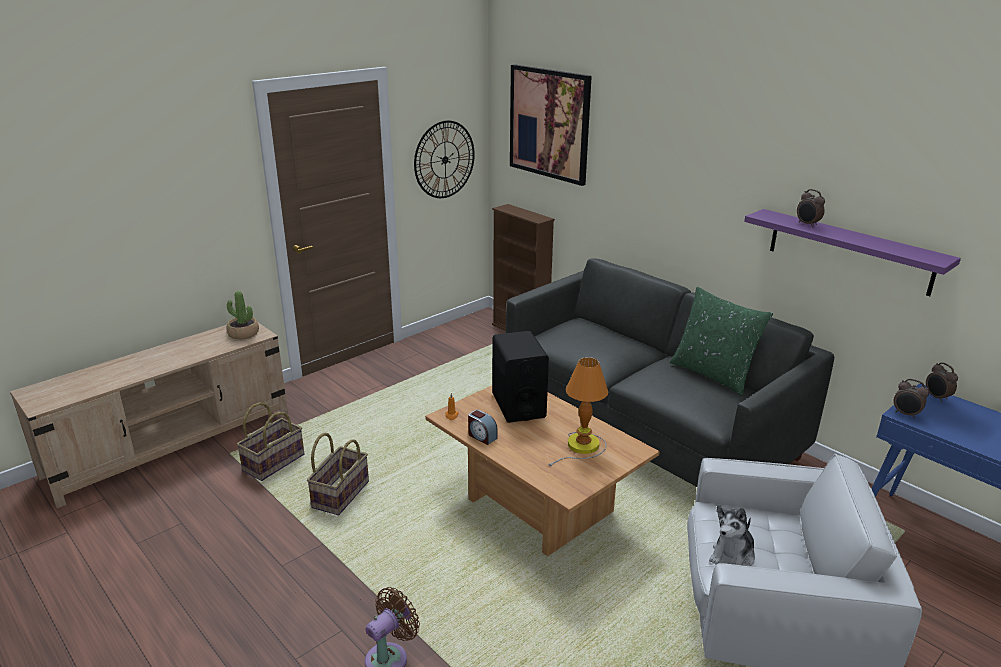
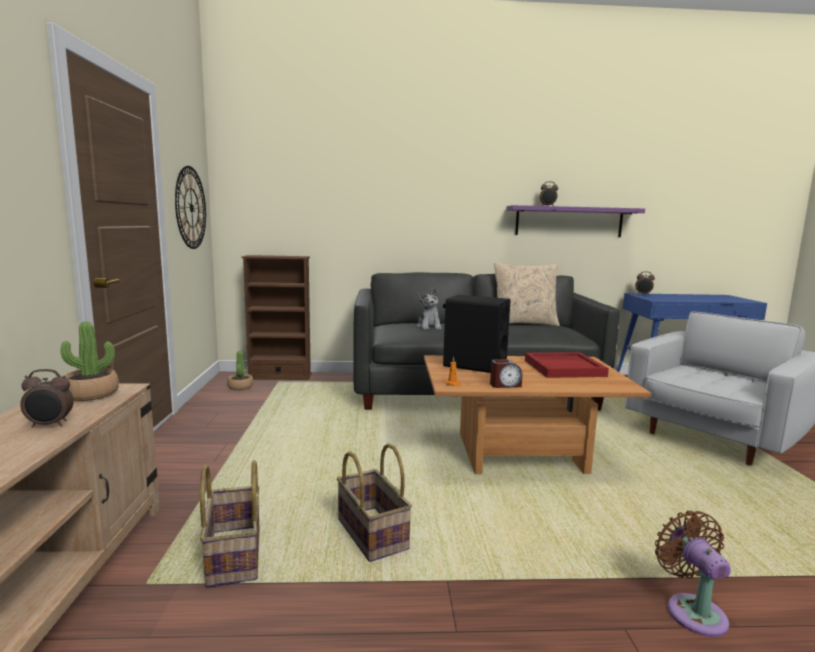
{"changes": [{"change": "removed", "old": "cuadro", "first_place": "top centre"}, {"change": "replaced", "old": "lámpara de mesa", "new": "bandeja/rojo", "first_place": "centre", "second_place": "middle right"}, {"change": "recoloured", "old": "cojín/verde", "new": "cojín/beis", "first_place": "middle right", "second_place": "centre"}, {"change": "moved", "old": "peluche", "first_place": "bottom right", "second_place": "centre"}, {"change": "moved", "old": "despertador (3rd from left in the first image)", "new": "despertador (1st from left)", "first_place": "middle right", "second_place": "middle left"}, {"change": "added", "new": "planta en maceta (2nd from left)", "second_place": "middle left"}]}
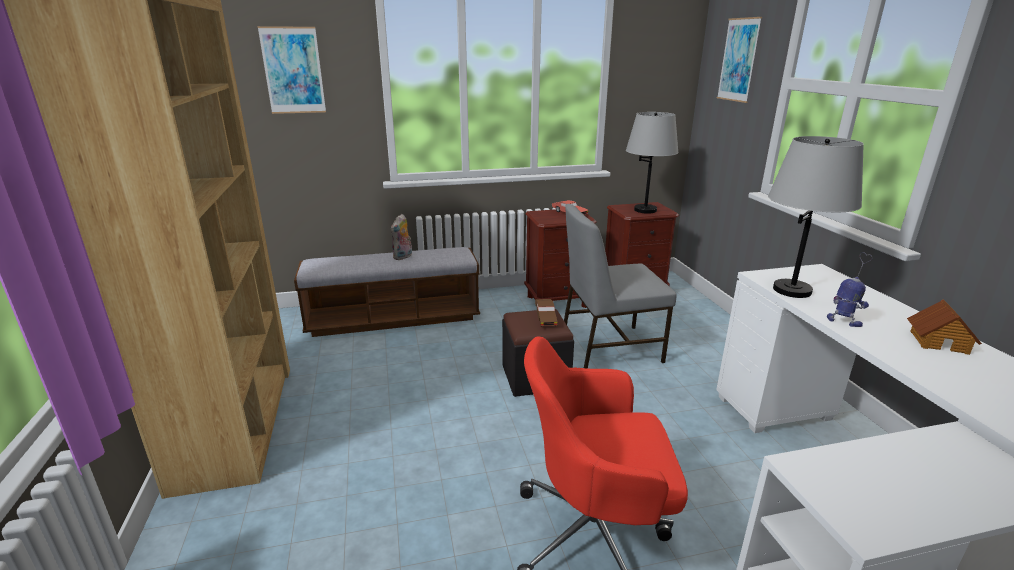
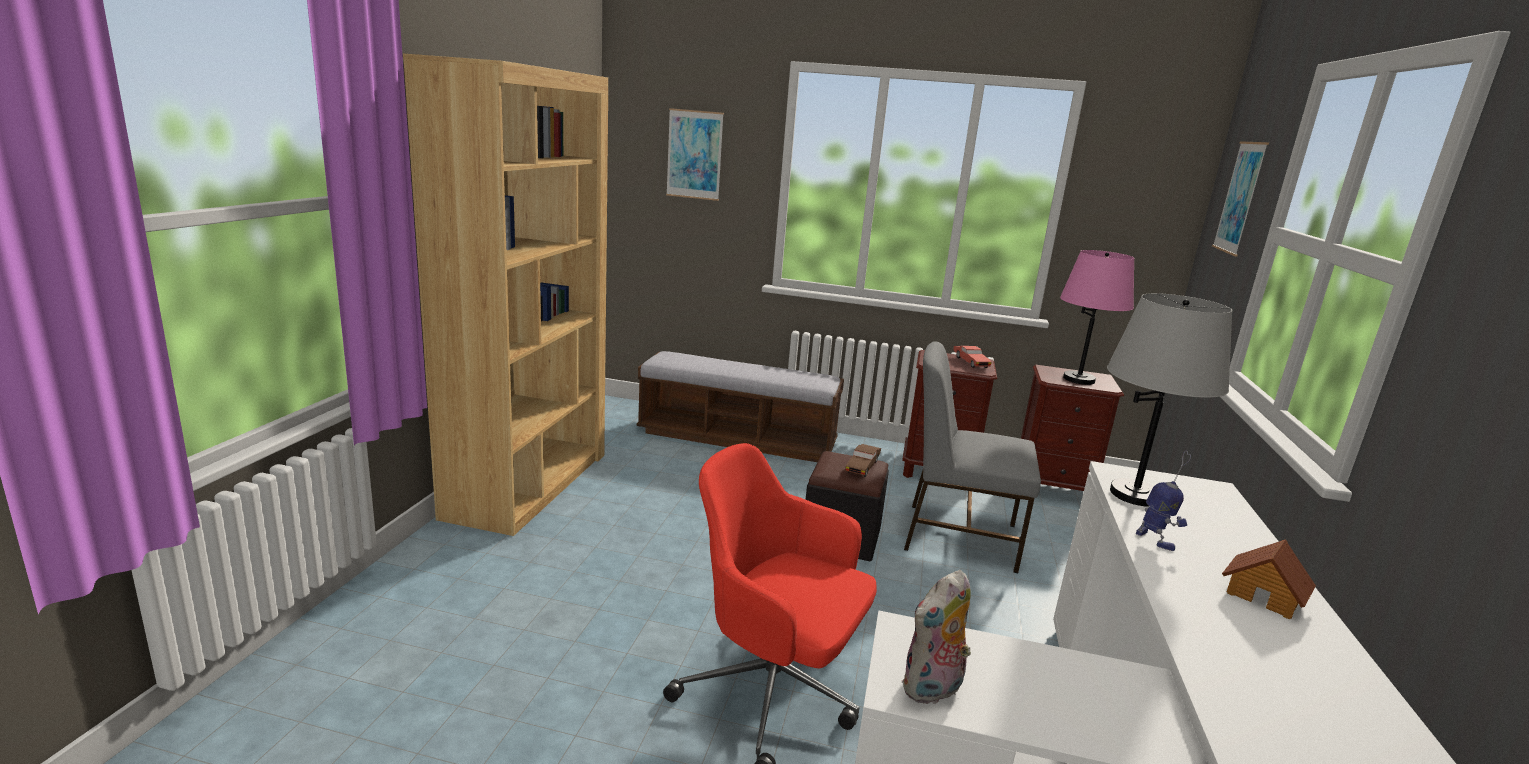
{"changes": [{"change": "moved", "old": "peluche", "first_place": "centre", "second_place": "bottom centre"}, {"change": "recoloured", "old": "lámpara de mesa/gris (1st from left)", "new": "lámpara de mesa/rosa", "first_place": "top centre", "second_place": "middle right"}]}
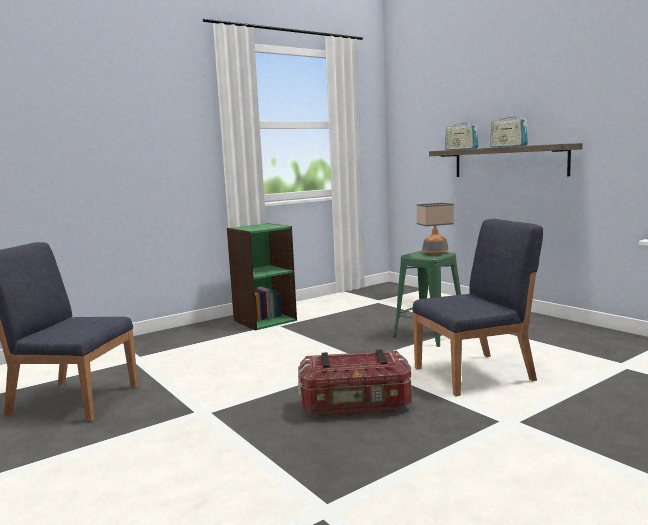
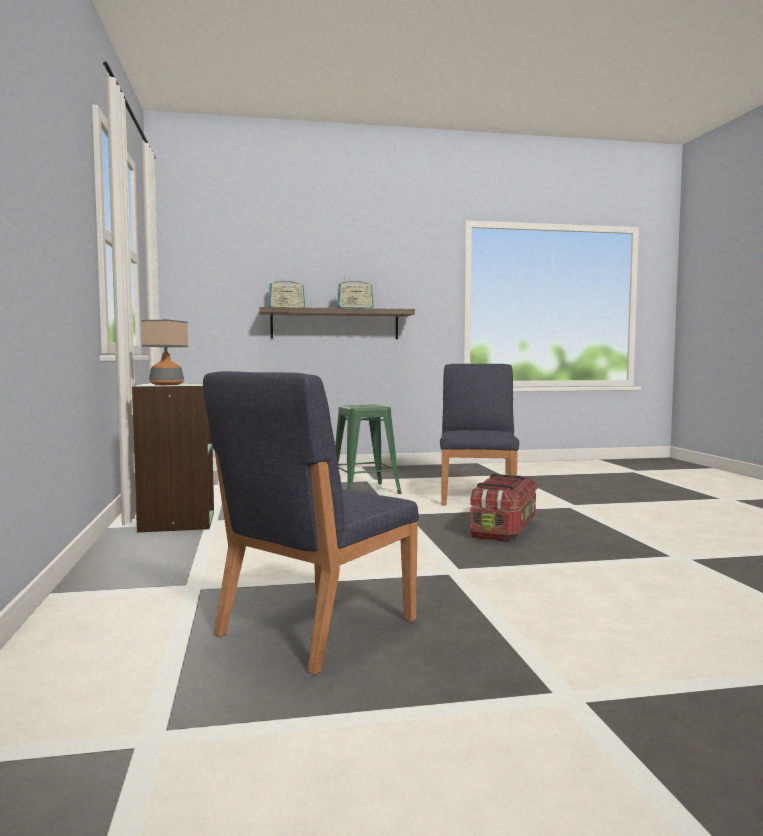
{"changes": [{"change": "moved", "old": "lámpara de mesa", "first_place": "middle right", "second_place": "middle left"}]}
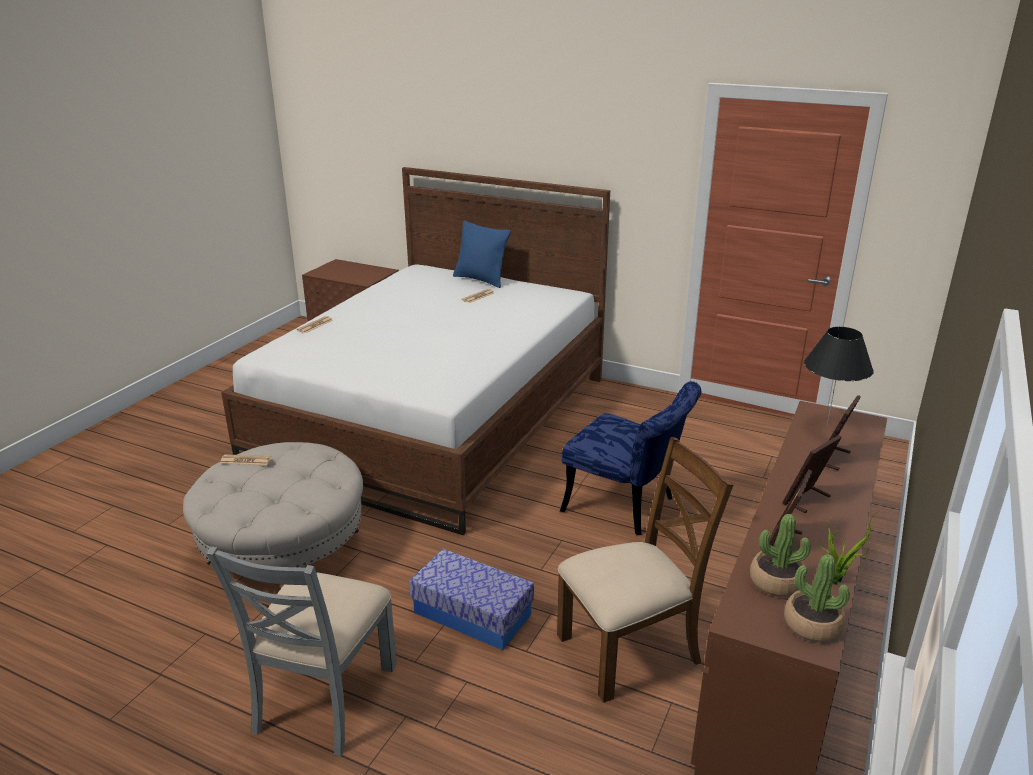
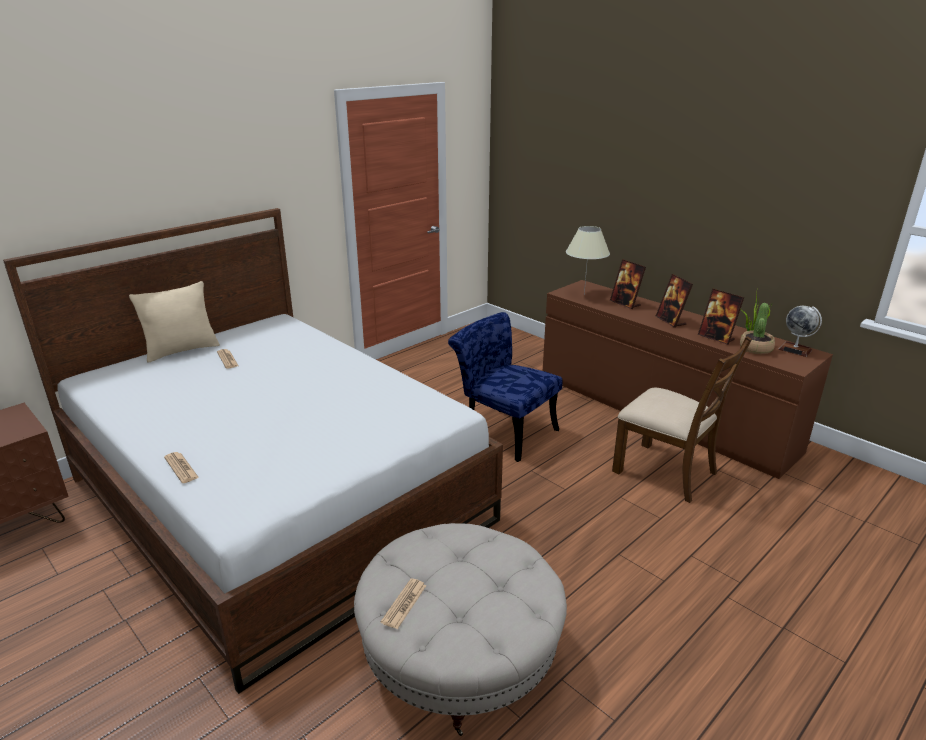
{"changes": [{"change": "removed", "old": "silla/gris", "first_place": "bottom left"}, {"change": "removed", "old": "caja de almacenaje", "first_place": "bottom centre"}, {"change": "recoloured", "old": "cojín/azul", "new": "cojín/beis", "first_place": "top centre", "second_place": "middle left"}, {"change": "turned", "old": "silla/marrón", "first_place": "bottom centre", "second_place": "middle right", "degrees": 135}, {"change": "turned", "old": "silla/azul", "first_place": "centre", "second_place": "centre", "degrees": -105}, {"change": "replaced", "old": "planta en maceta (2nd from left)", "new": "globo terráqueo", "first_place": "bottom right", "second_place": "middle right"}, {"change": "recoloured", "old": "lámpara de mesa/negro", "new": "lámpara de mesa/beis", "first_place": "middle right", "second_place": "centre"}]}
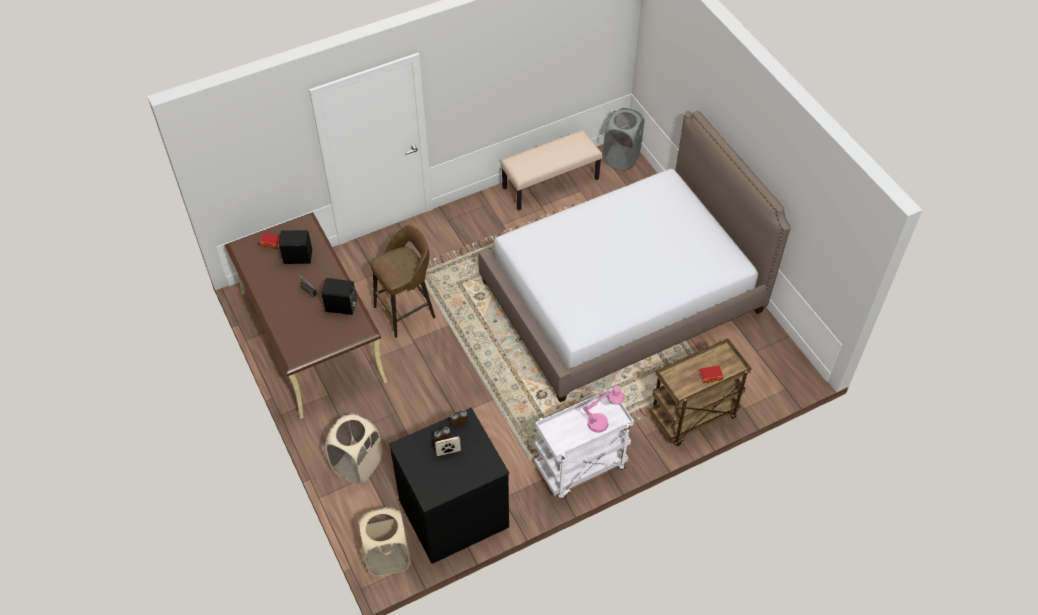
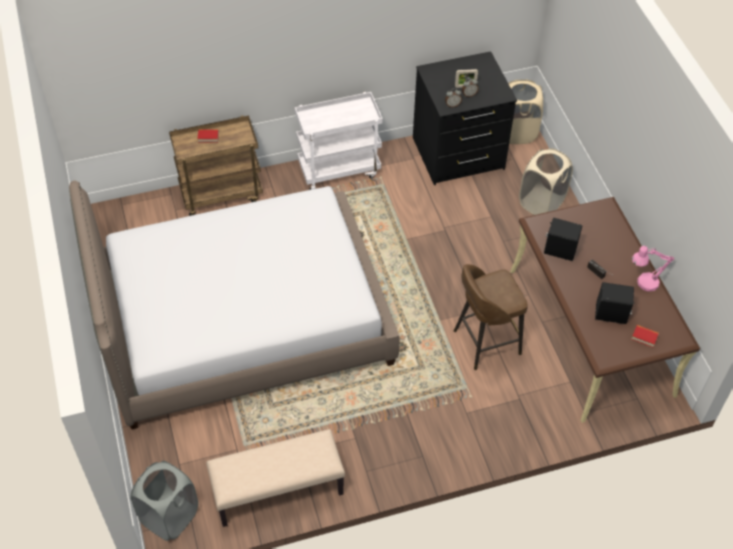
{"changes": [{"change": "moved", "old": "lámpara de mesa/rosa", "first_place": "centre", "second_place": "middle right"}]}
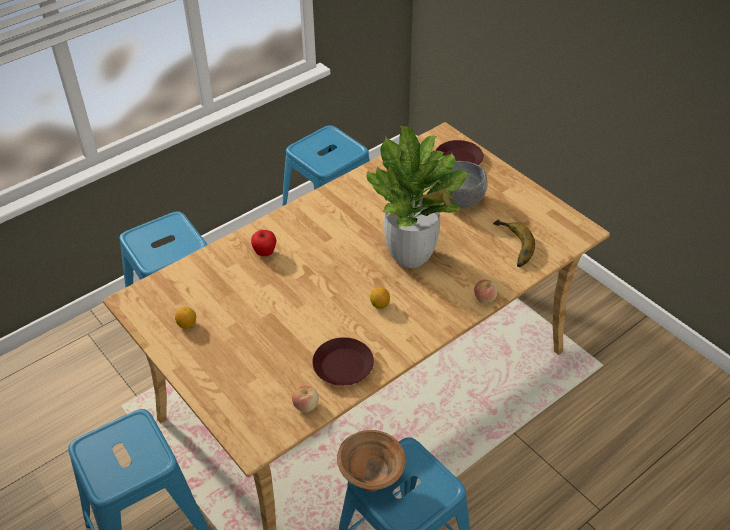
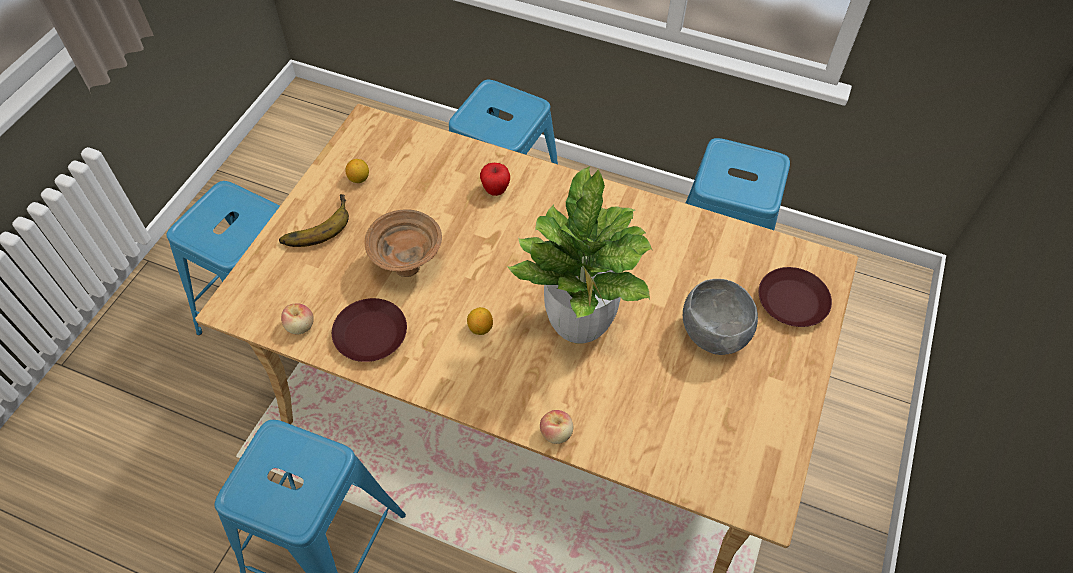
{"changes": [{"change": "moved", "old": "cuenco/marrón", "first_place": "bottom centre", "second_place": "centre"}, {"change": "moved", "old": "plátano", "first_place": "middle right", "second_place": "middle left"}]}
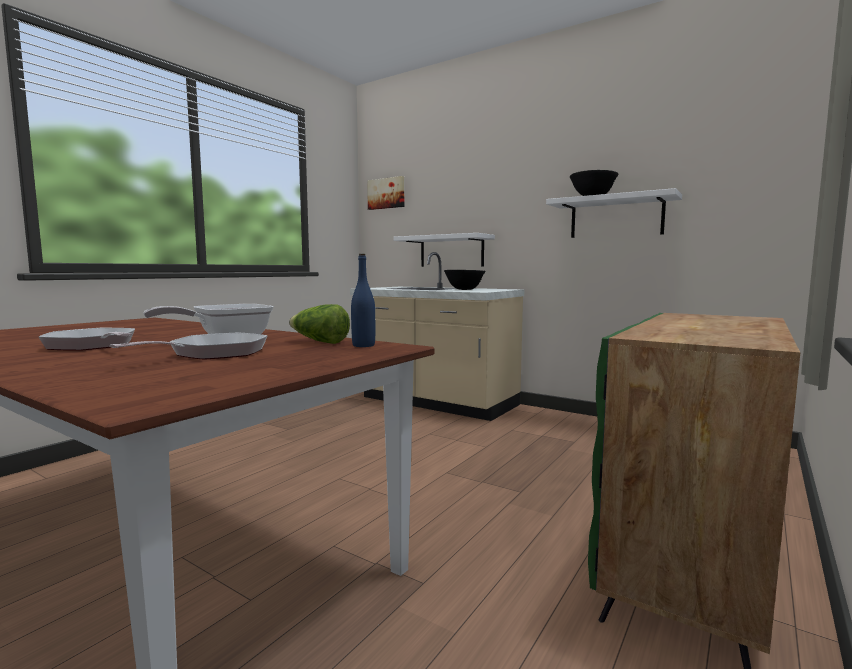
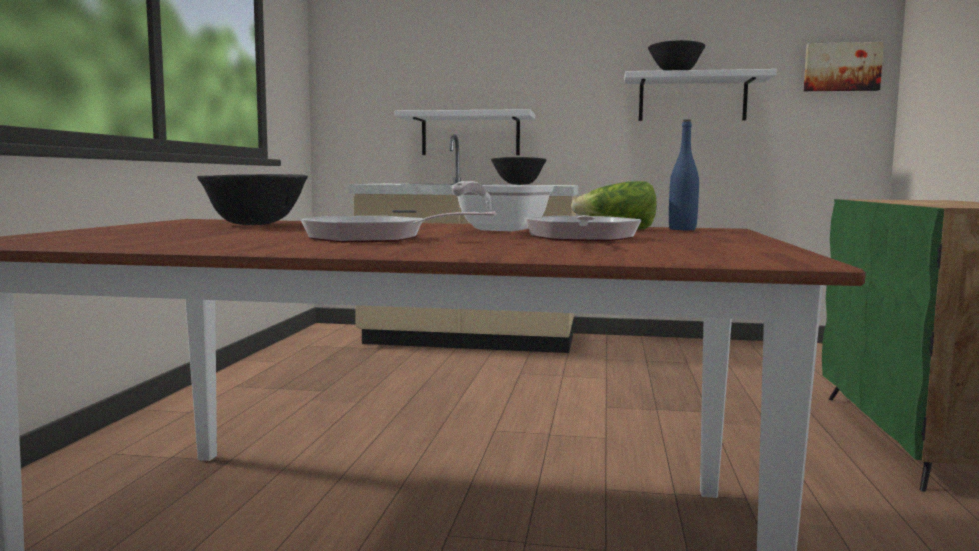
{"changes": [{"change": "moved", "old": "cuadro", "first_place": "top centre", "second_place": "top right"}, {"change": "added", "new": "cuenco/negro (1st from left)", "second_place": "middle left"}]}
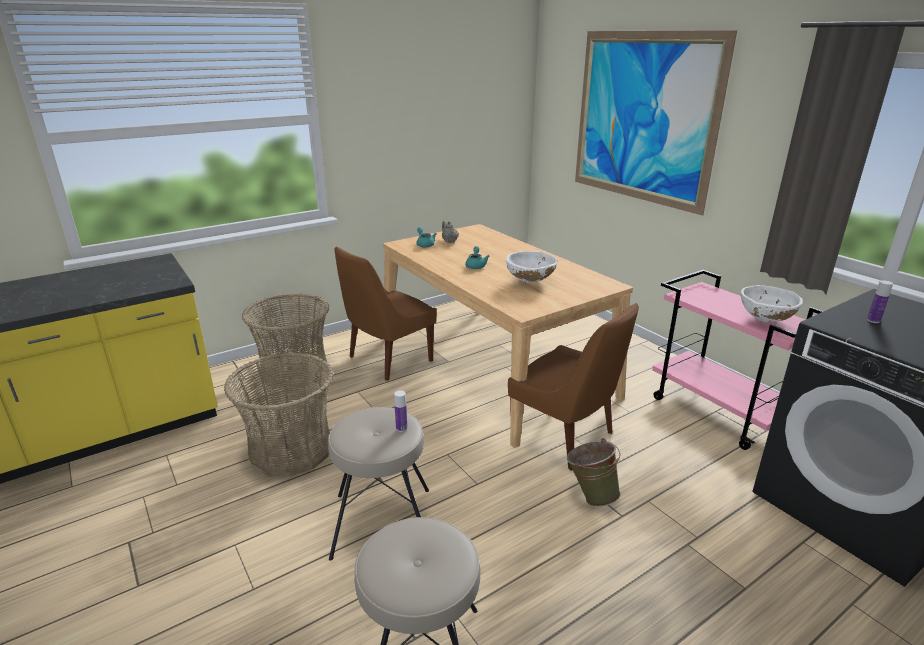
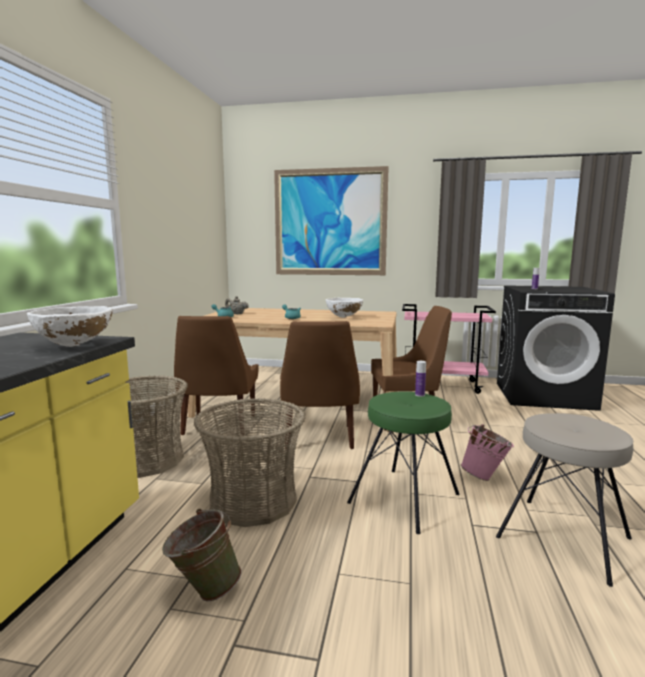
{"changes": [{"change": "recoloured", "old": "taburete/beis (1st from left)", "new": "taburete/verde", "first_place": "bottom centre", "second_place": "bottom centre"}, {"change": "moved", "old": "cubo/verde", "first_place": "bottom centre", "second_place": "bottom left"}, {"change": "moved", "old": "cuenco/blanco (2nd from left in the first image)", "new": "cuenco/blanco (1st from left)", "first_place": "middle right", "second_place": "middle left"}, {"change": "added", "new": "silla/marrón (2nd from left)", "second_place": "centre"}, {"change": "added", "new": "cubo/rosa", "second_place": "bottom right"}]}
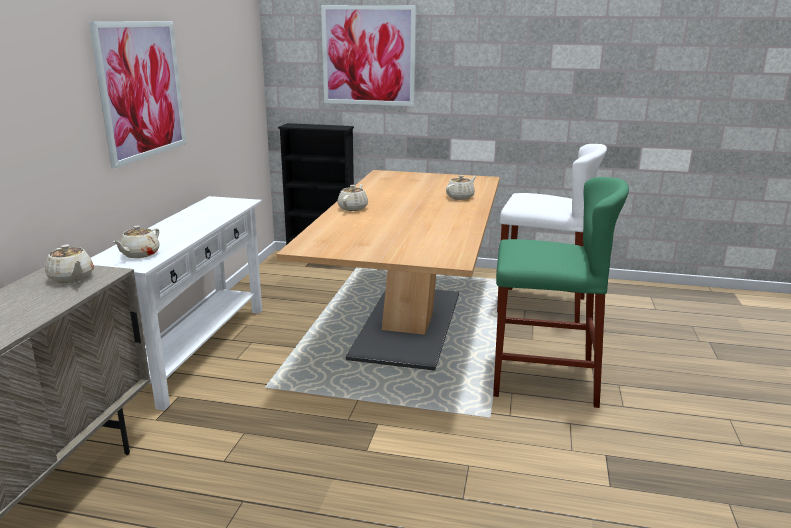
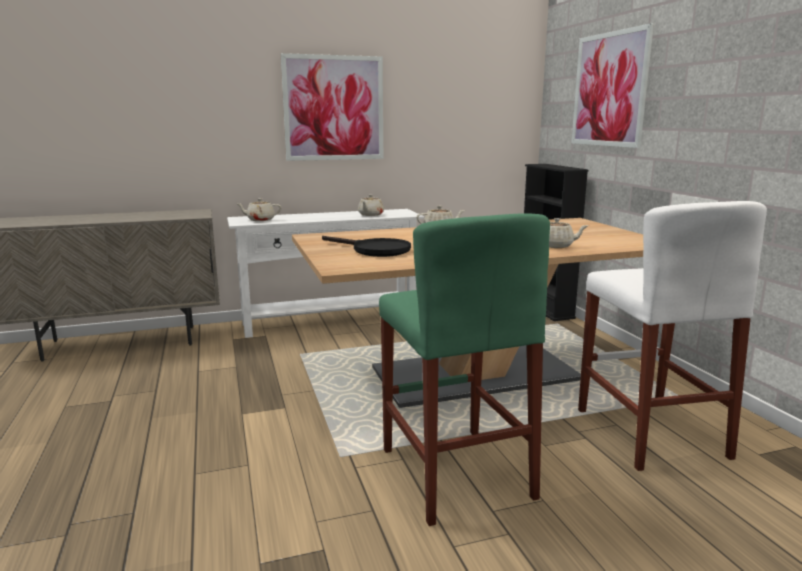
{"changes": [{"change": "moved", "old": "tetera/beis (1st from left in the first image)", "new": "tetera/beis (2nd from left)", "first_place": "middle left", "second_place": "centre"}, {"change": "added", "new": "sartén/negro", "second_place": "centre"}]}
